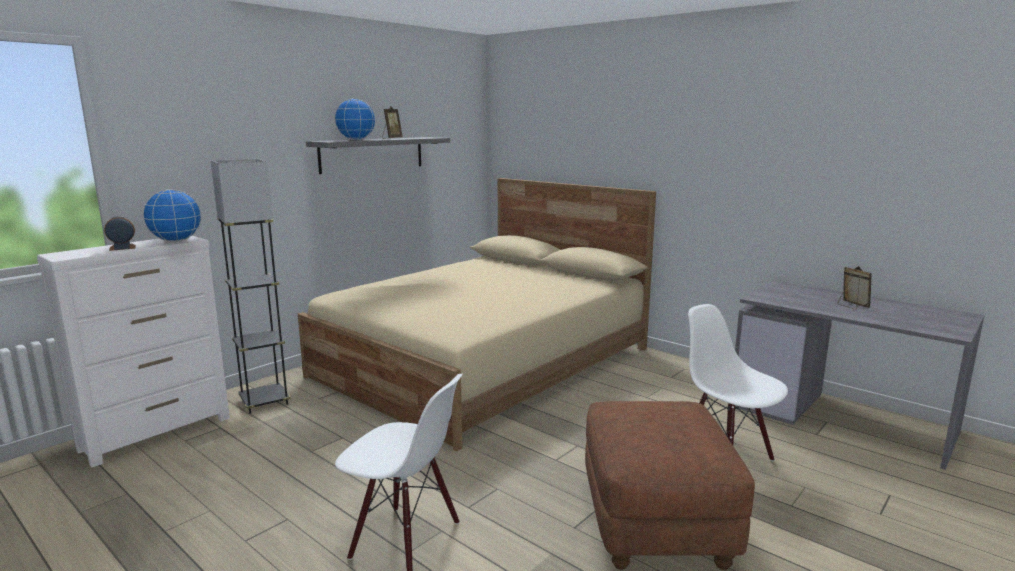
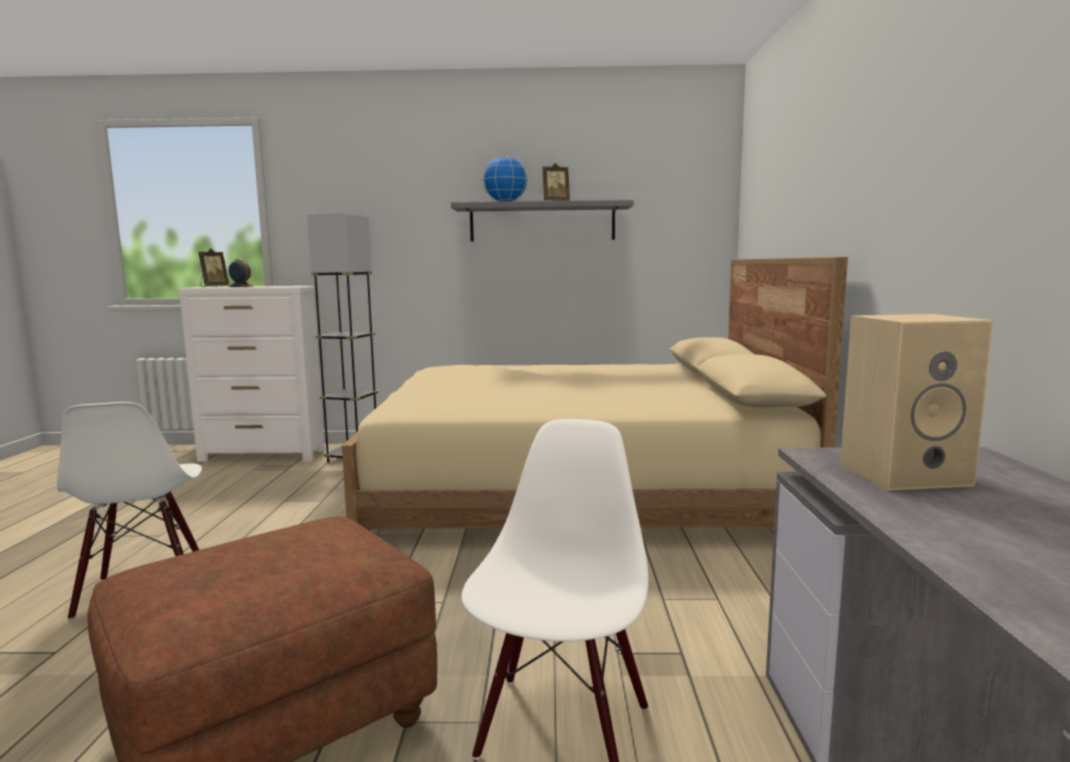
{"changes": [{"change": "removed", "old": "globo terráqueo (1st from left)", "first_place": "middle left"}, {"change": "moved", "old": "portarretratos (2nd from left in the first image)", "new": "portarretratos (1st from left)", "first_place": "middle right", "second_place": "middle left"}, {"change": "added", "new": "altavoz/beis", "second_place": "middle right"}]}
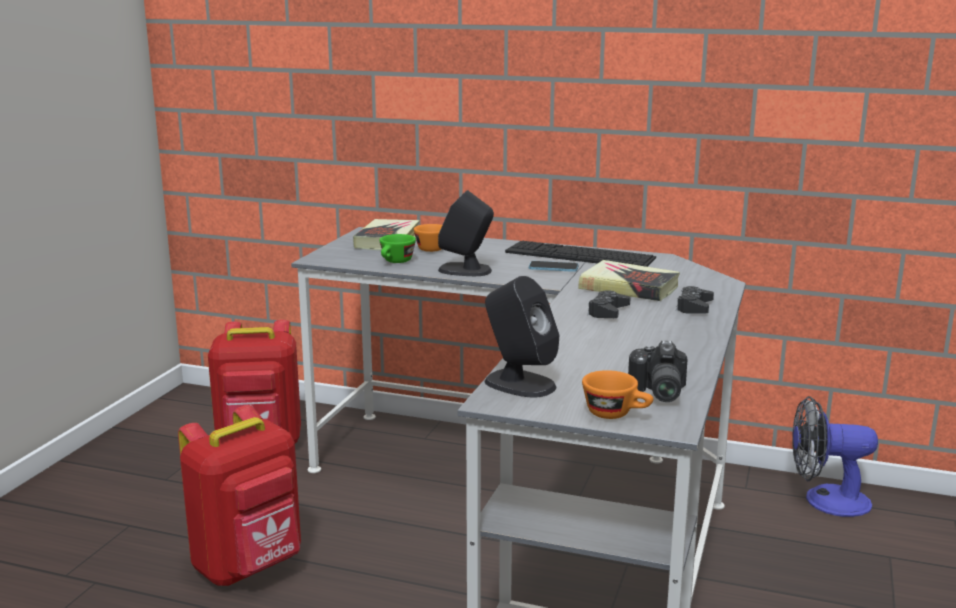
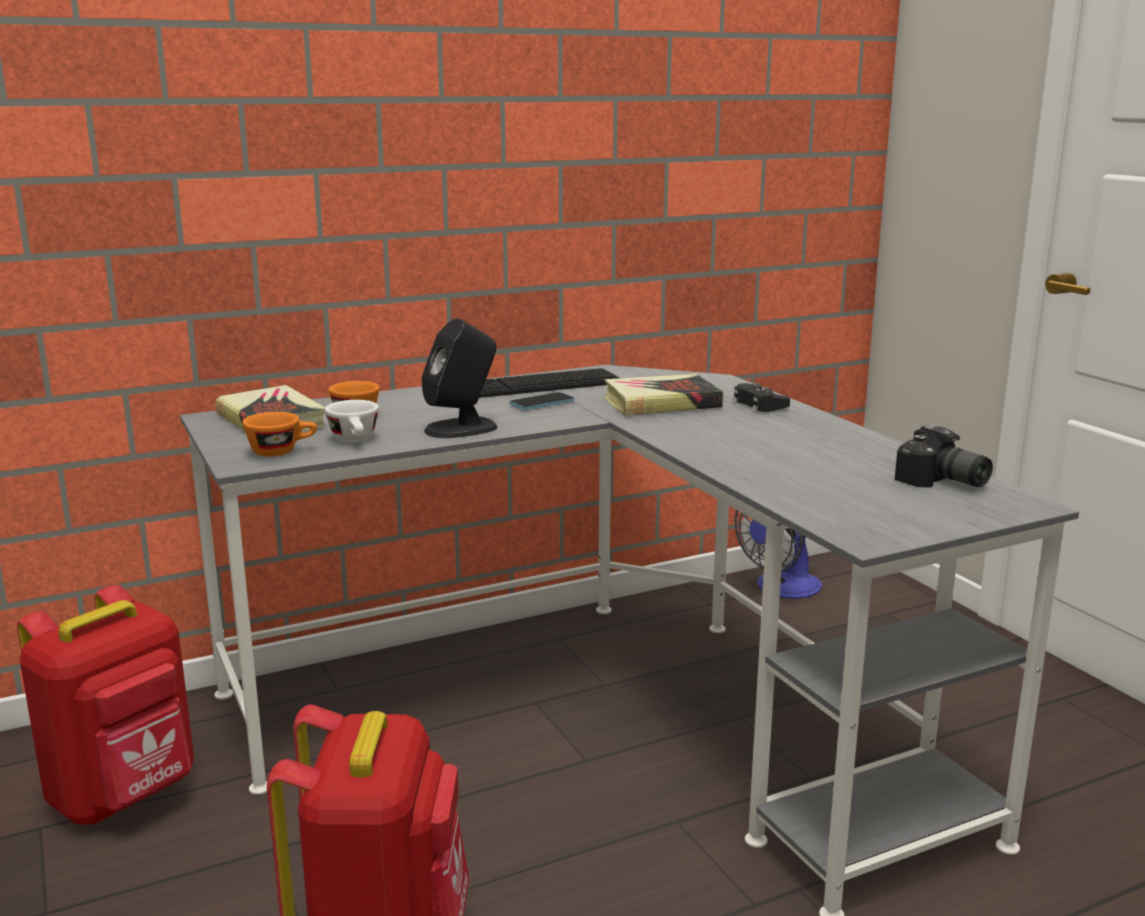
{"changes": [{"change": "recoloured", "old": "taza/verde", "new": "taza/blanco", "first_place": "centre", "second_place": "middle left"}, {"change": "removed", "old": "altavoz/negro (2nd from left)", "first_place": "centre"}, {"change": "moved", "old": "taza/naranja (2nd from left in the first image)", "new": "taza/naranja (1st from left)", "first_place": "centre", "second_place": "middle left"}, {"change": "removed", "old": "mando de consola/negro (1st from left)", "first_place": "centre"}]}
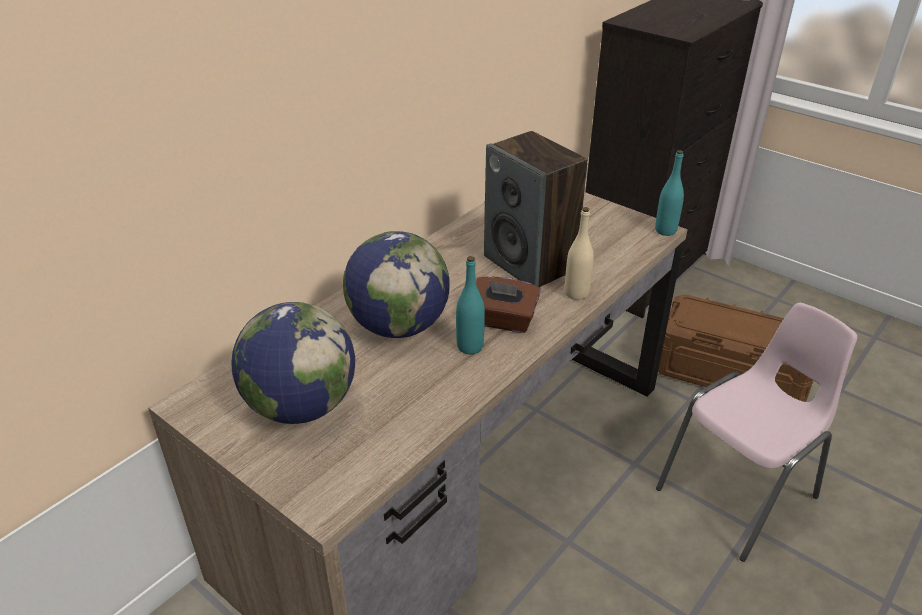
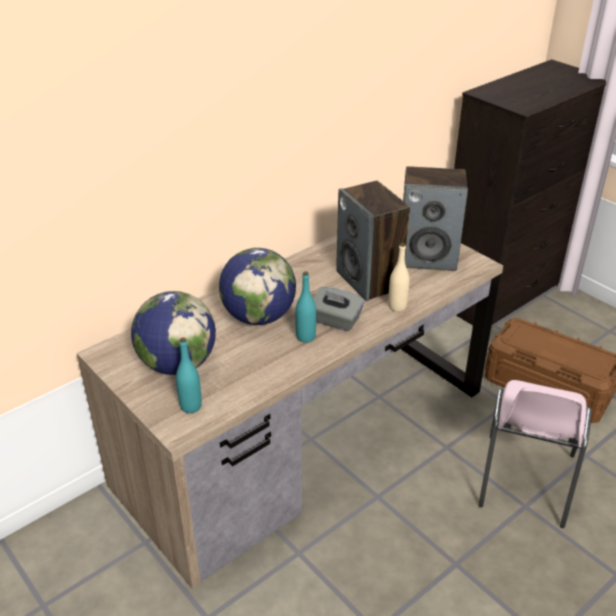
{"changes": [{"change": "recoloured", "old": "caja de pañuelos/marrón", "new": "caja de pañuelos/gris", "first_place": "centre", "second_place": "centre"}, {"change": "moved", "old": "botella/turquesa (2nd from left in the first image)", "new": "botella/turquesa (1st from left)", "first_place": "top right", "second_place": "middle left"}, {"change": "turned", "old": "silla/rosa", "first_place": "bottom right", "second_place": "bottom right", "degrees": 135}, {"change": "added", "new": "altavoz (2nd from left)", "second_place": "middle right"}]}
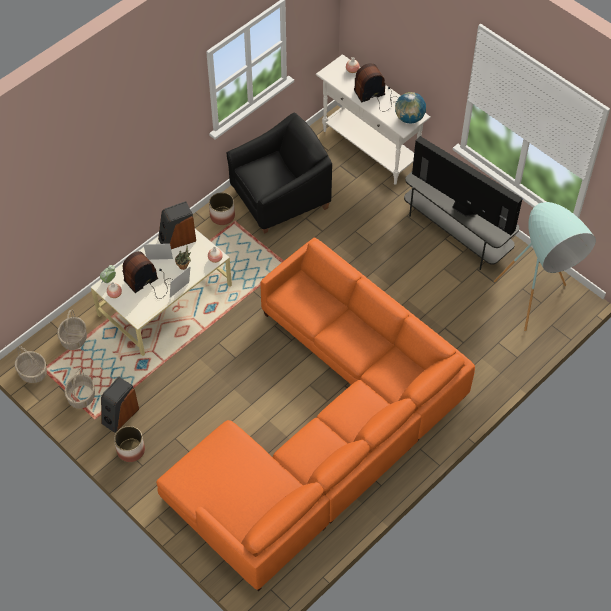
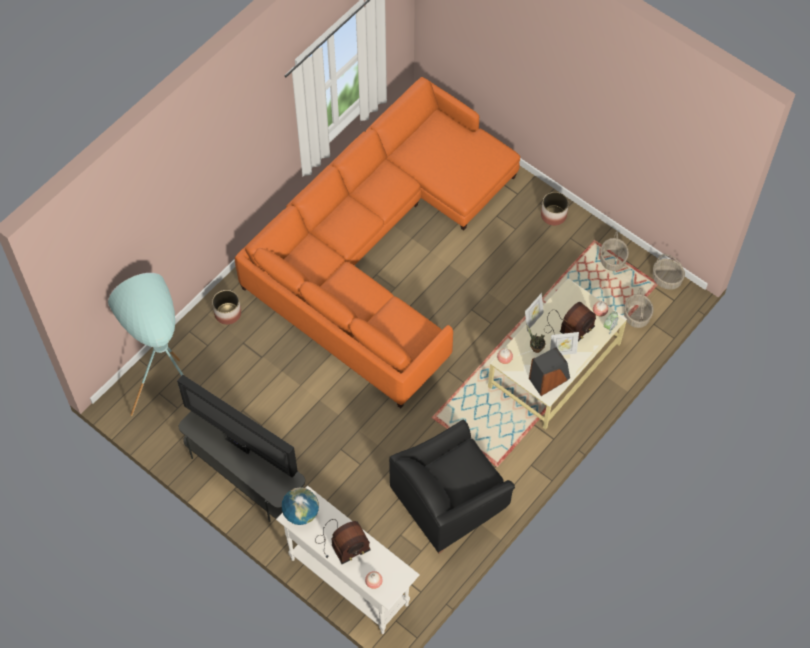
{"changes": [{"change": "removed", "old": "altavoz (1st from left)", "first_place": "middle left"}, {"change": "moved", "old": "maceta (2nd from left in the first image)", "new": "maceta (1st from left)", "first_place": "centre", "second_place": "middle left"}]}
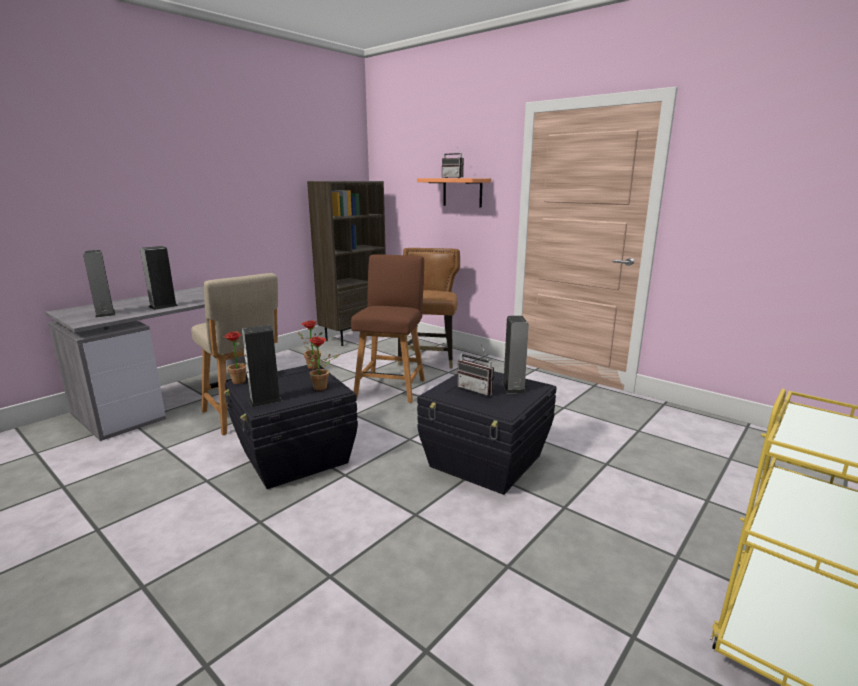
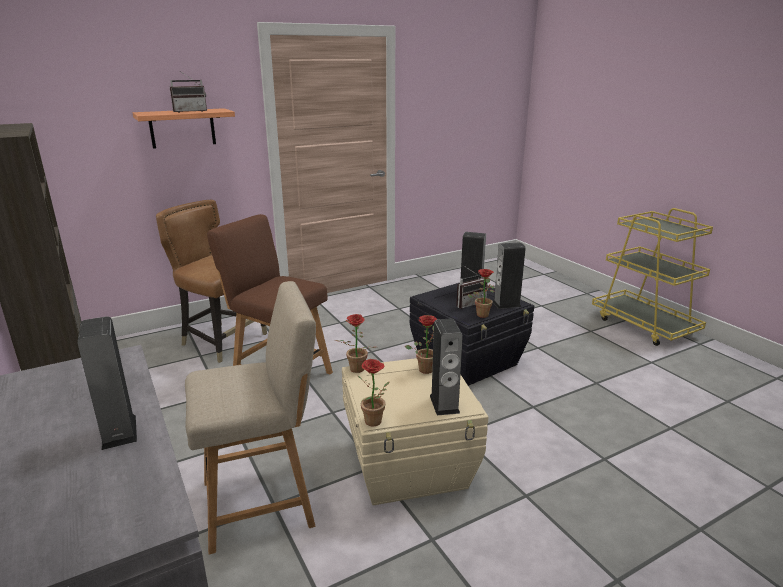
{"changes": [{"change": "moved", "old": "altavoz (1st from left in the first image)", "new": "altavoz (4th from left)", "first_place": "middle left", "second_place": "centre"}, {"change": "recoloured", "old": "caja de almacenaje/negro (1st from left)", "new": "caja de almacenaje/beis", "first_place": "centre", "second_place": "bottom centre"}, {"change": "added", "new": "planta en maceta (4th from left)", "second_place": "centre"}]}
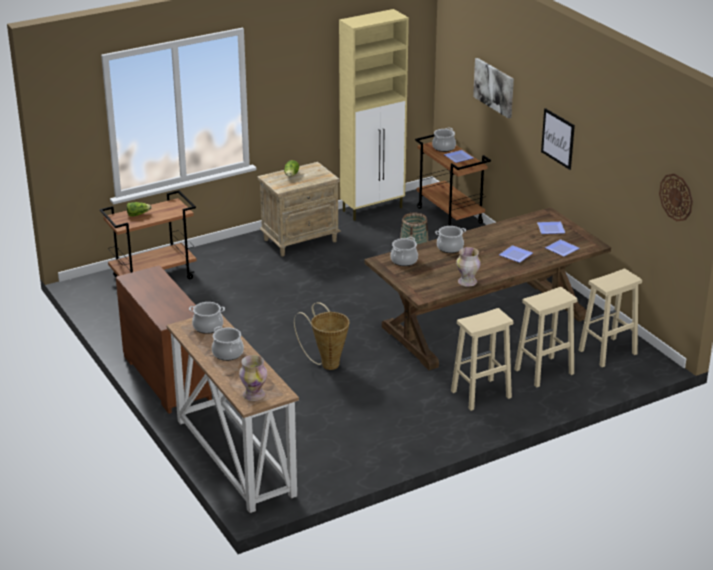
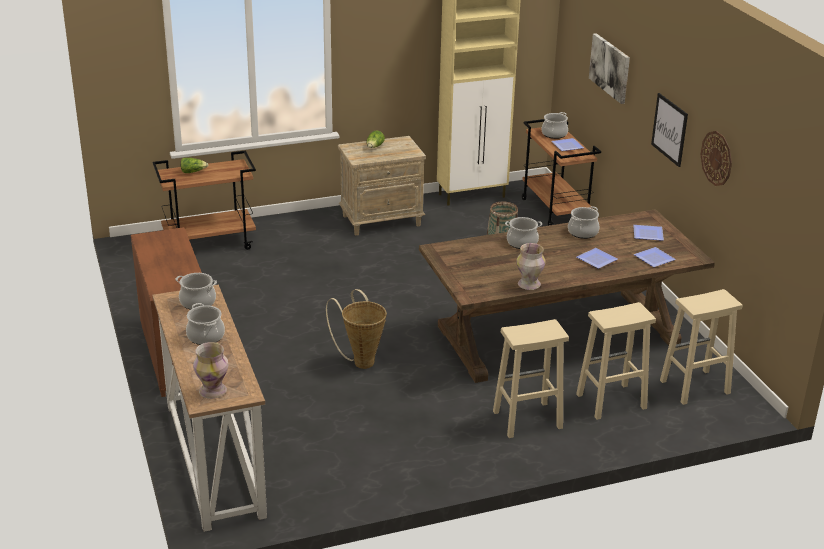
{"changes": [{"change": "moved", "old": "olla (3rd from left in the first image)", "new": "olla (5th from left)", "first_place": "centre", "second_place": "middle right"}, {"change": "moved", "old": "reloj de pared", "first_place": "middle right", "second_place": "top right"}]}
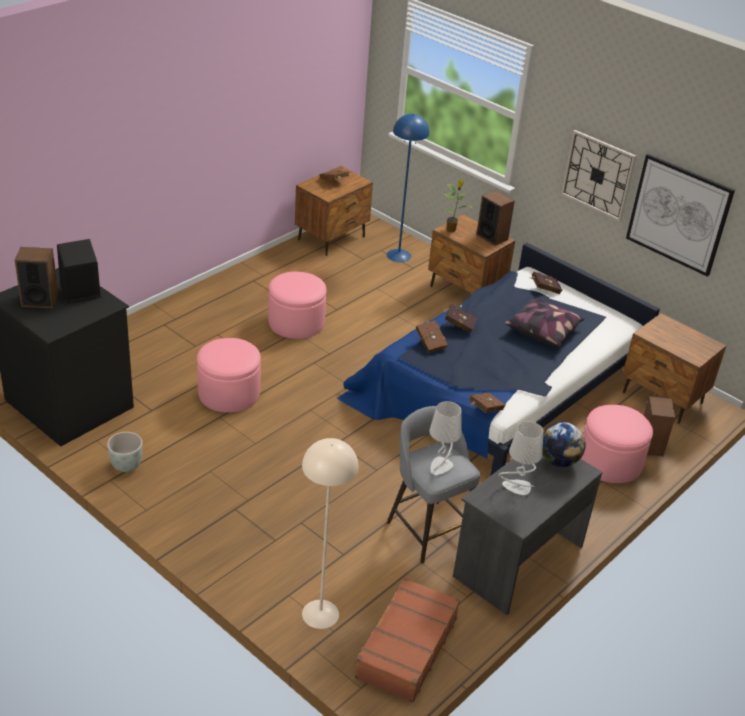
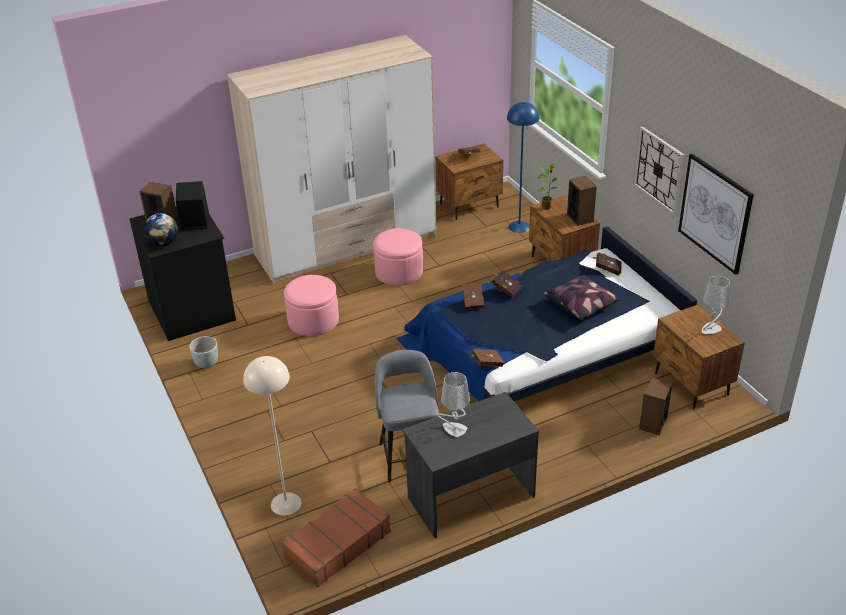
{"changes": [{"change": "moved", "old": "lámpara de mesa/gris (1st from left in the first image)", "new": "lámpara de mesa/gris (2nd from left)", "first_place": "centre", "second_place": "middle right"}, {"change": "moved", "old": "globo terráqueo", "first_place": "middle right", "second_place": "middle left"}, {"change": "removed", "old": "puf/rosa (3rd from left)", "first_place": "middle right"}, {"change": "added", "new": "armario ropero", "second_place": "top centre"}]}
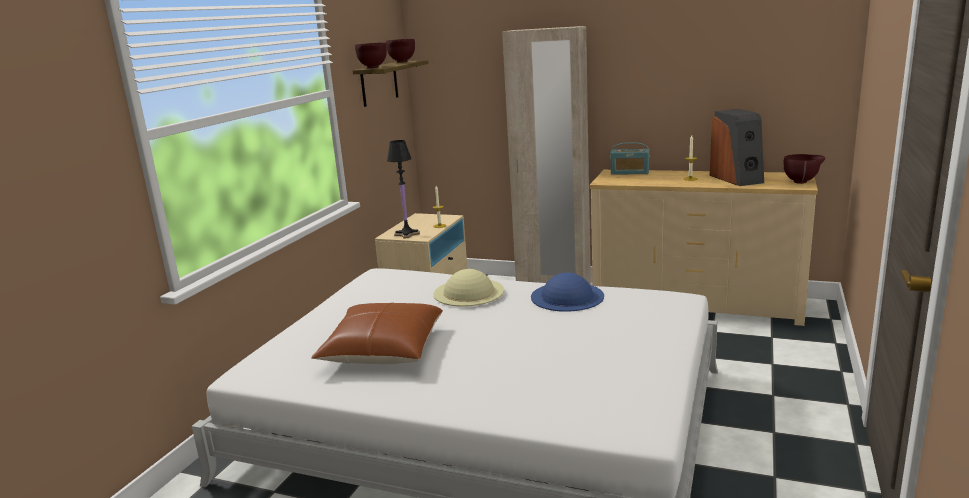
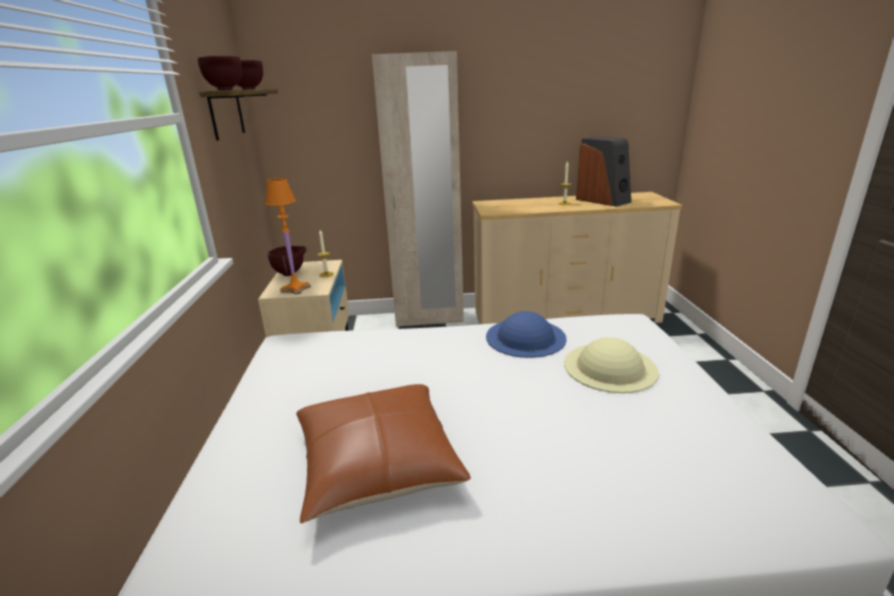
{"changes": [{"change": "recoloured", "old": "lámpara de mesa/negro", "new": "lámpara de mesa/naranja", "first_place": "centre", "second_place": "middle left"}, {"change": "moved", "old": "sombrero/beis", "first_place": "centre", "second_place": "middle right"}, {"change": "removed", "old": "radio", "first_place": "top centre"}, {"change": "moved", "old": "cuenco/marrón (3rd from left)", "first_place": "middle right", "second_place": "middle left"}]}
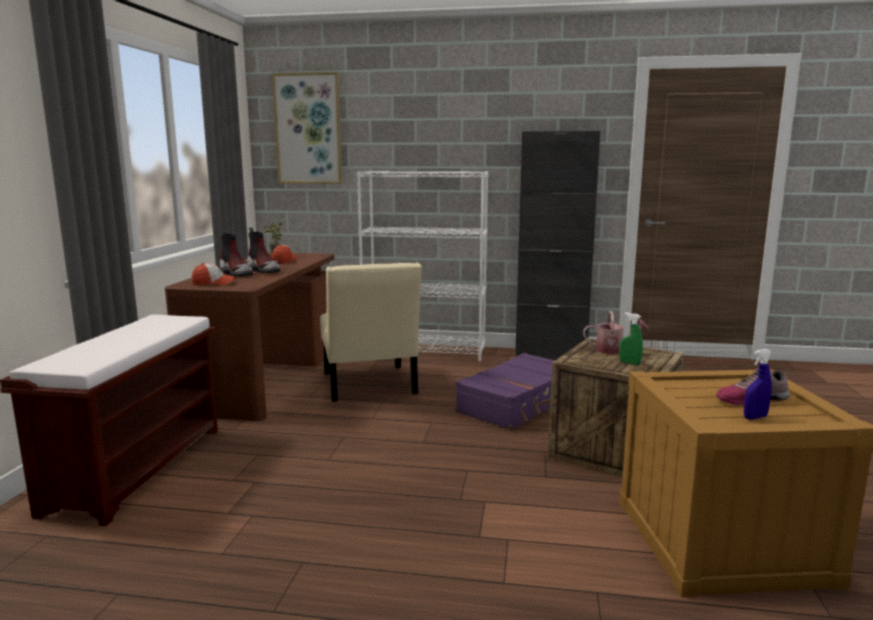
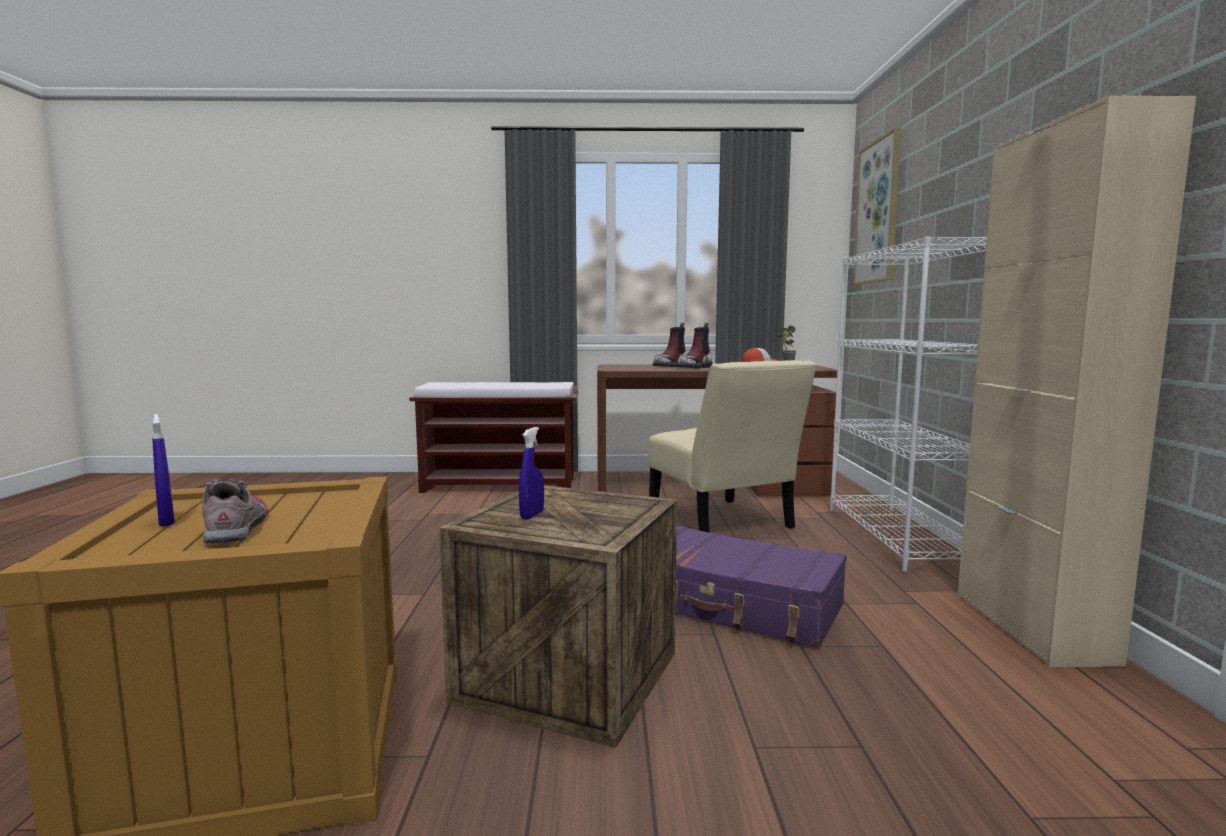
{"changes": [{"change": "removed", "old": "gorra (1st from left)", "first_place": "middle left"}, {"change": "turned", "old": "silla/beis", "first_place": "centre", "second_place": "centre", "degrees": -90}, {"change": "recoloured", "old": "armario/negro", "new": "armario/beis", "first_place": "centre", "second_place": "middle right"}, {"change": "removed", "old": "regadera", "first_place": "middle right"}, {"change": "recoloured", "old": "pulverizador/verde", "new": "pulverizador/azul (2nd from left)", "first_place": "middle right", "second_place": "centre"}]}
